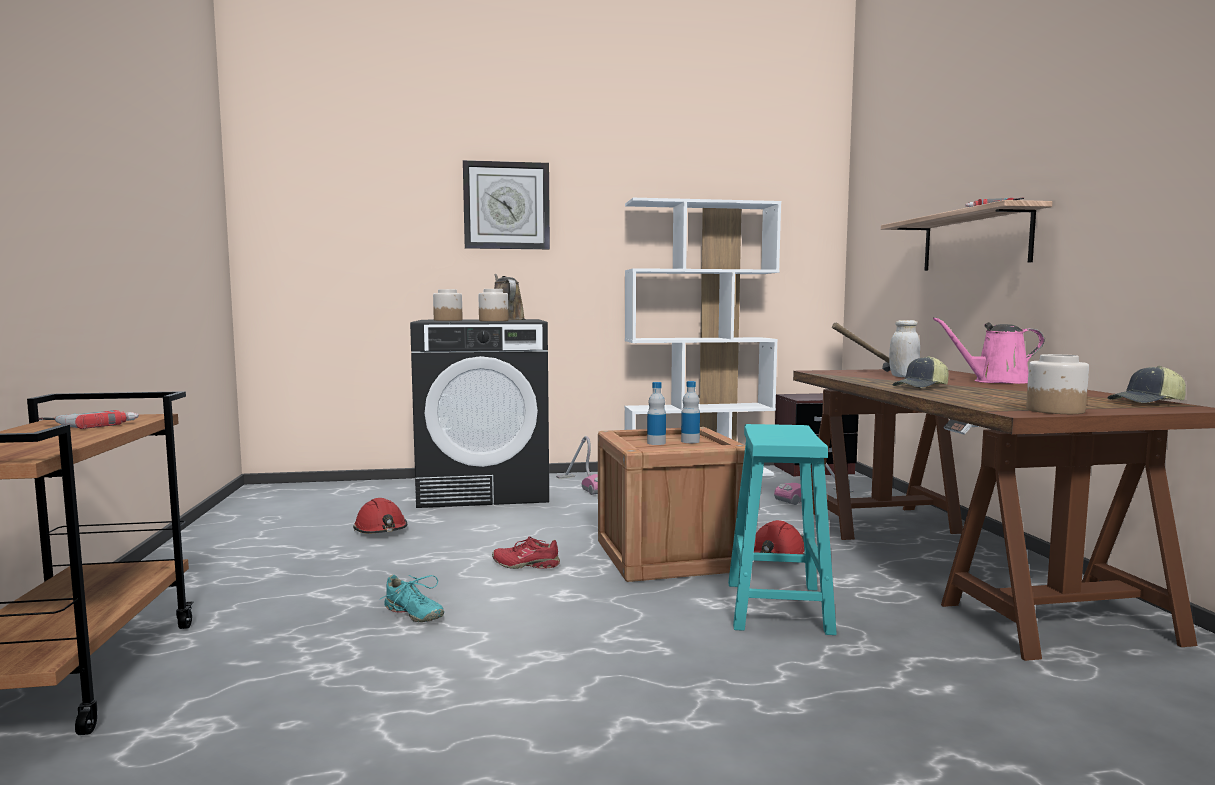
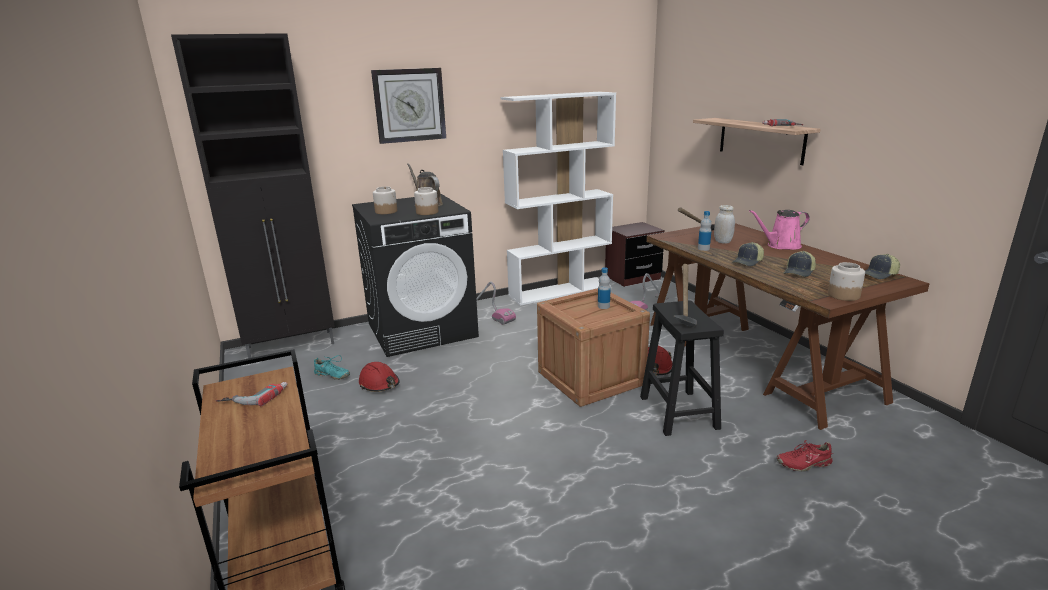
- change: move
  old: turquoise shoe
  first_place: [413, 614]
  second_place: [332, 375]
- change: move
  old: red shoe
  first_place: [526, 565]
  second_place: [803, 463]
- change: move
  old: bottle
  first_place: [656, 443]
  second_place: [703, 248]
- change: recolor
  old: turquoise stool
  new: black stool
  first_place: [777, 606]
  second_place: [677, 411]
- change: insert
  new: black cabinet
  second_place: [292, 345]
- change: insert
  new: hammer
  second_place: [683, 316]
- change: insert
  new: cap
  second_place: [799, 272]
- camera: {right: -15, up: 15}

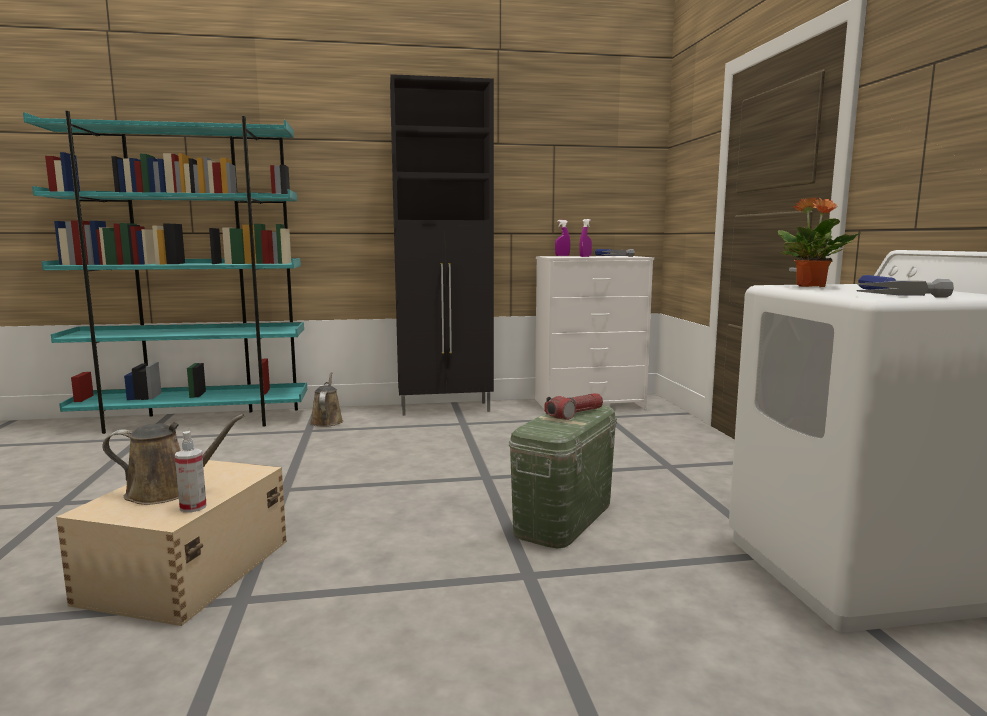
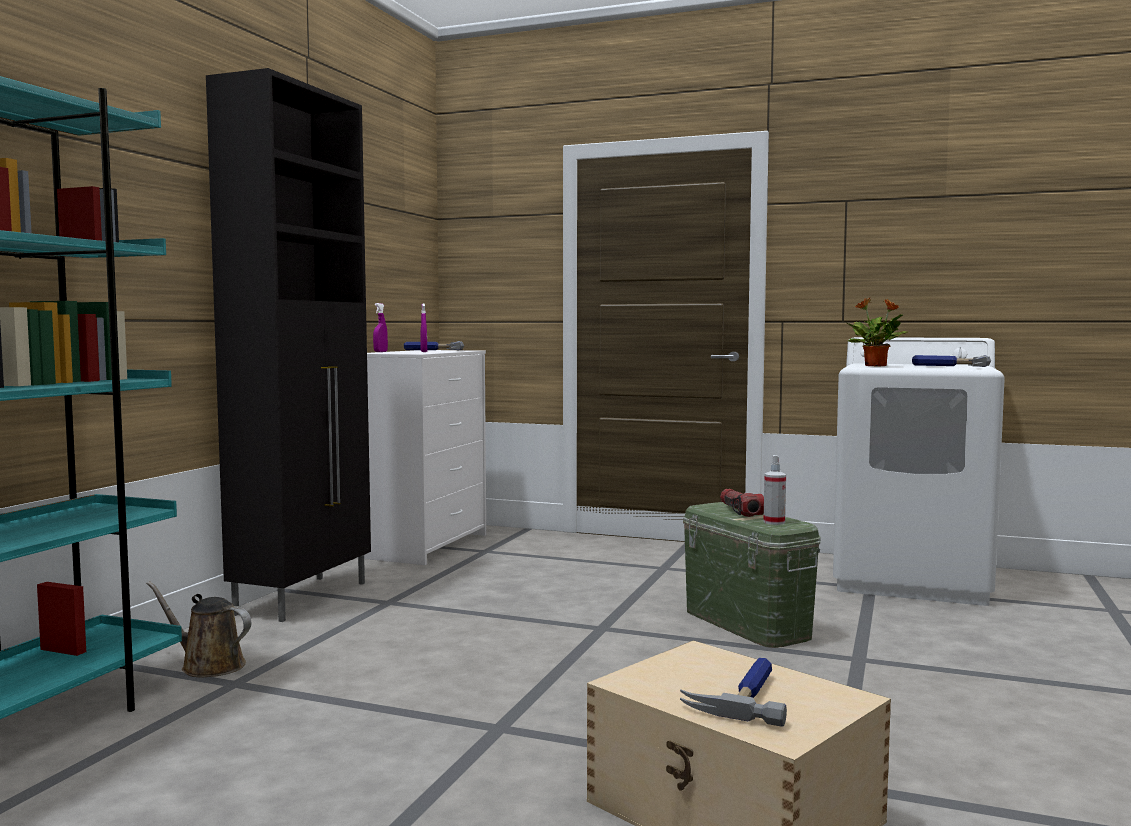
- change: replace
  old: brown watering can
  new: hammer
  first_place: [167, 492]
  second_place: [743, 696]
- change: move
  old: spray bottle
  first_place: [193, 507]
  second_place: [774, 522]
- camera: {right: -60, up: -5}

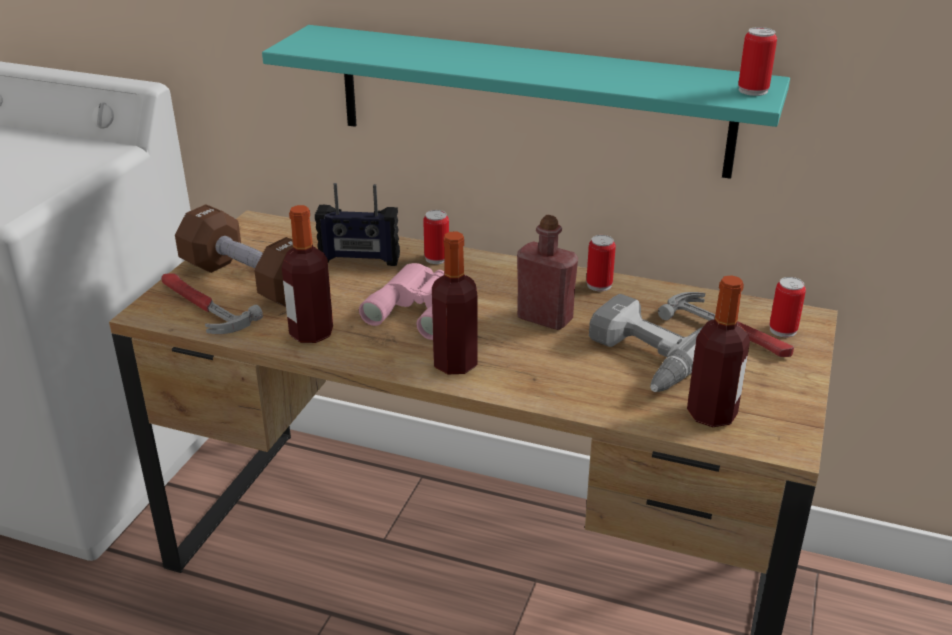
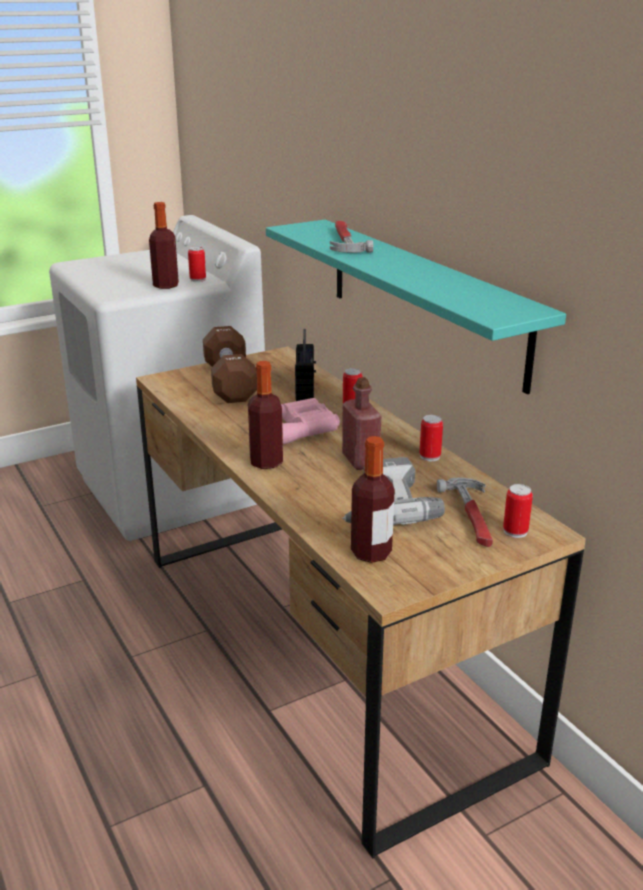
- change: move
  old: hammer
  first_place: [202, 307]
  second_place: [344, 241]
- change: move
  old: bottle
  first_place: [311, 333]
  second_place: [166, 285]
- change: rotate
  old: radio
  first_place: [359, 259]
  second_place: [306, 391]
  degrees: -135
- change: move
  old: can
  first_place: [753, 90]
  second_place: [198, 280]
- camera: {right: 40, up: -5}

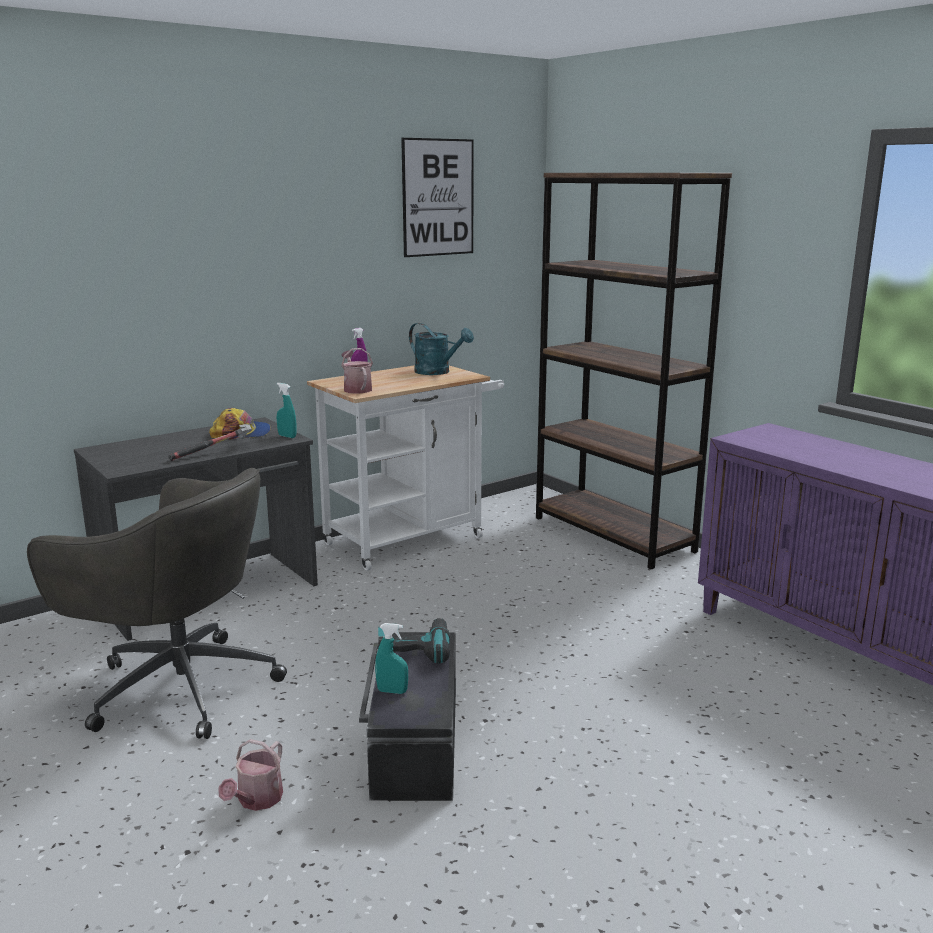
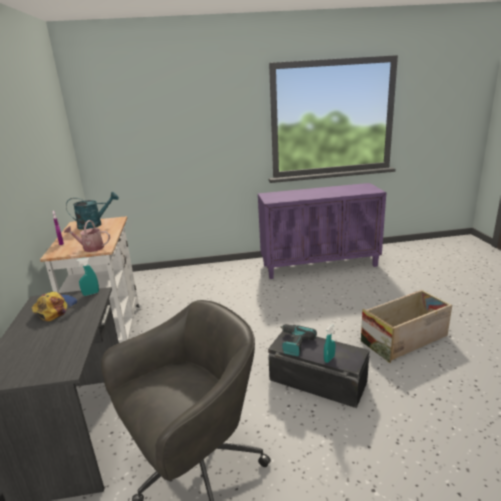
- change: delete
  old: hammer
  first_place: [215, 452]
- change: delete
  old: watering can
  first_place: [257, 800]
- change: delete
  old: picture
  first_place: [438, 197]
- change: delete
  old: brown bookcase
  first_place: [613, 534]
- change: insert
  new: crate
  second_place: [404, 338]
- camera: {right: -60, up: 5}

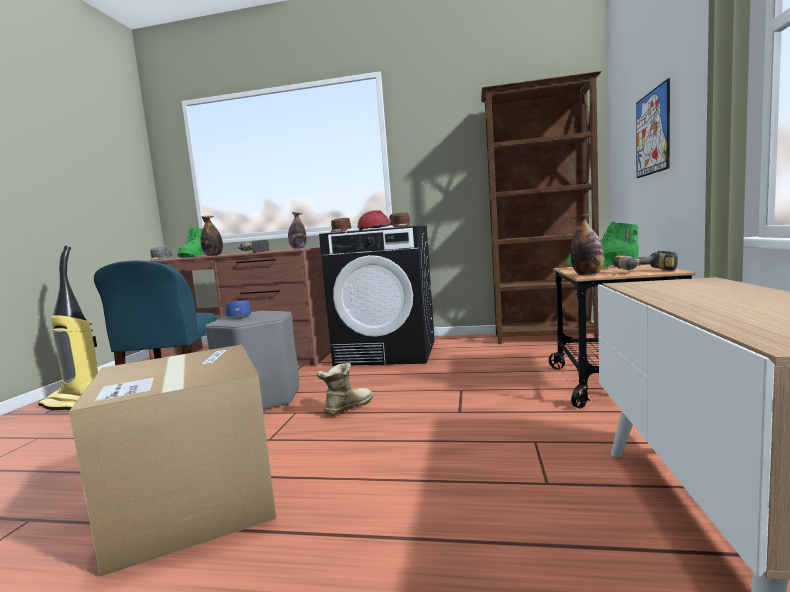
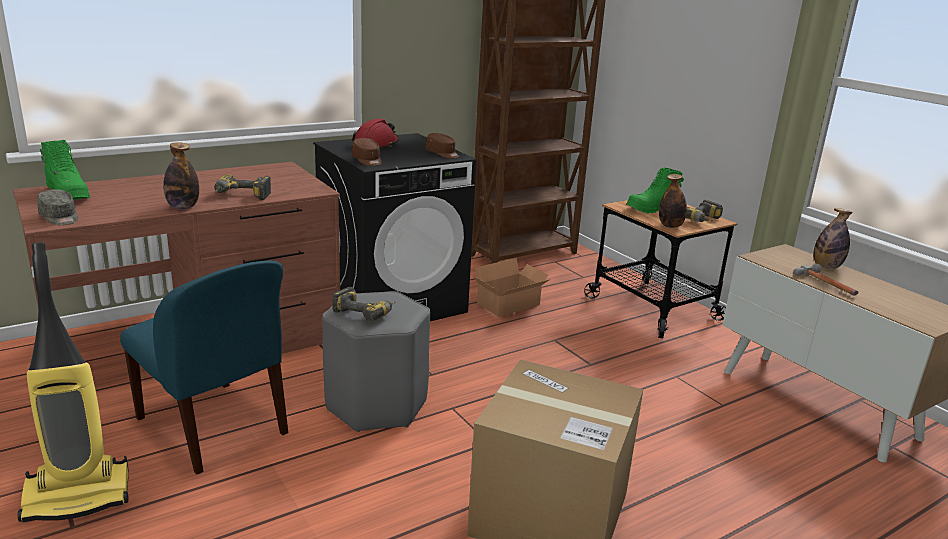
- change: replace
  old: blue cap
  new: power drill
  first_place: [239, 316]
  second_place: [366, 313]
- change: move
  old: bottle
  first_place: [298, 248]
  second_place: [826, 266]
- change: delete
  old: boot
  first_place: [346, 407]
- change: delete
  old: picture
  first_place: [652, 133]
- change: insert
  new: cardboard box
  second_place: [511, 305]
- change: insert
  new: hammer
  second_place: [827, 284]
- camera: {right: -45, up: 15}

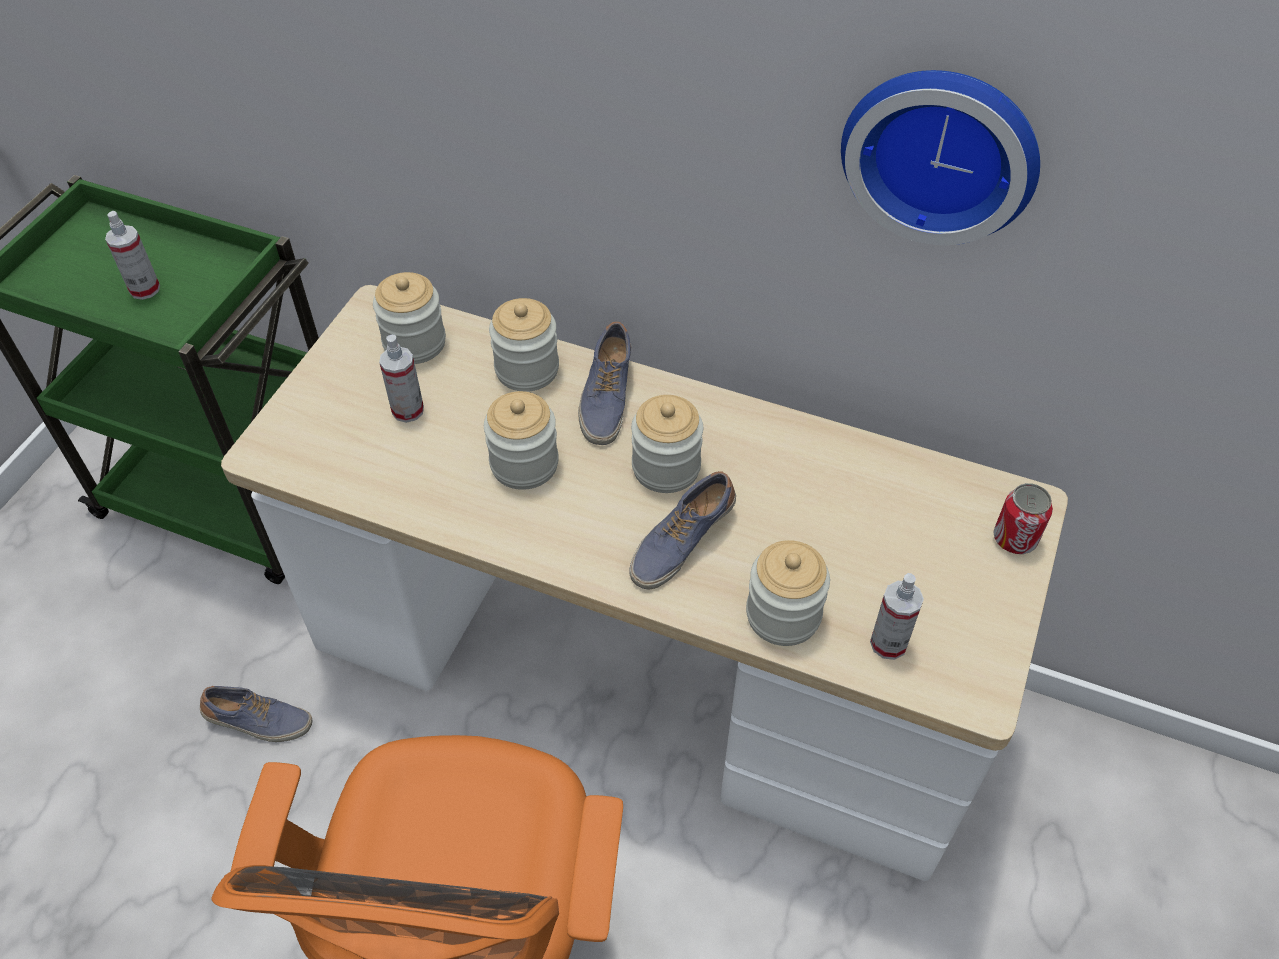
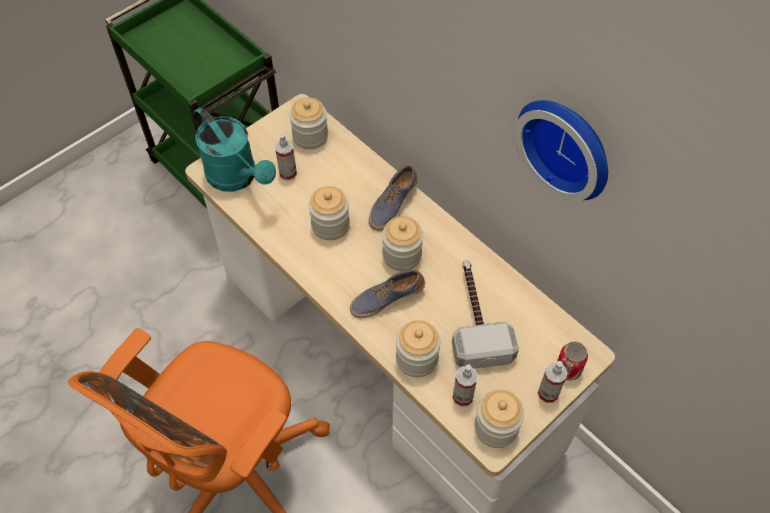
- change: move
  old: spray bottle
  first_place: [145, 289]
  second_place: [548, 393]
- change: delete
  old: shoe
  first_place: [259, 722]
- change: move
  old: jar
  first_place: [527, 369]
  second_place: [496, 427]
- change: insert
  new: turquoise watering can
  second_place: [237, 177]
- change: insert
  new: hammer
  second_place: [475, 317]
- camera: {right: 25, up: 5}

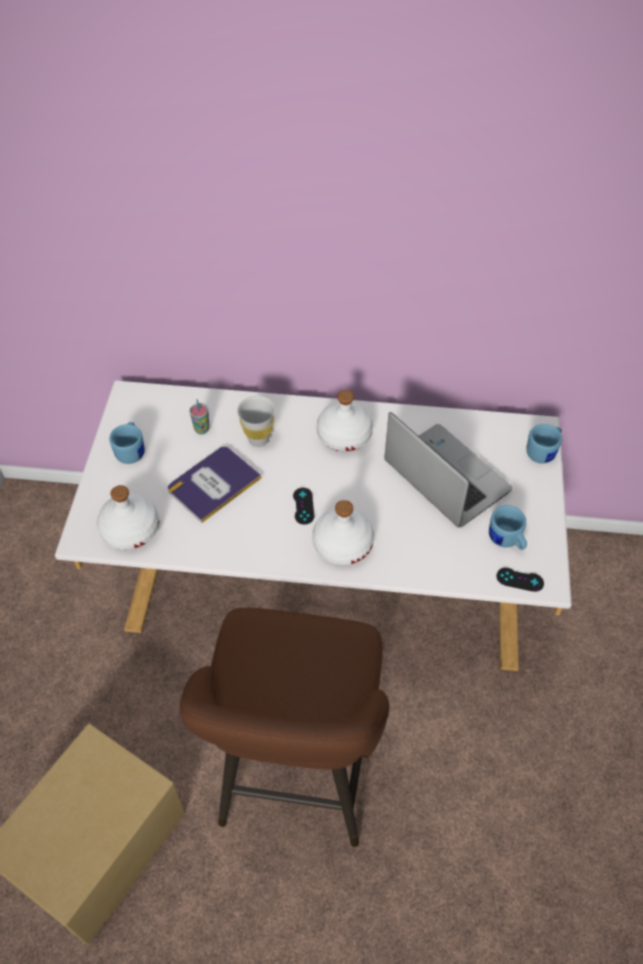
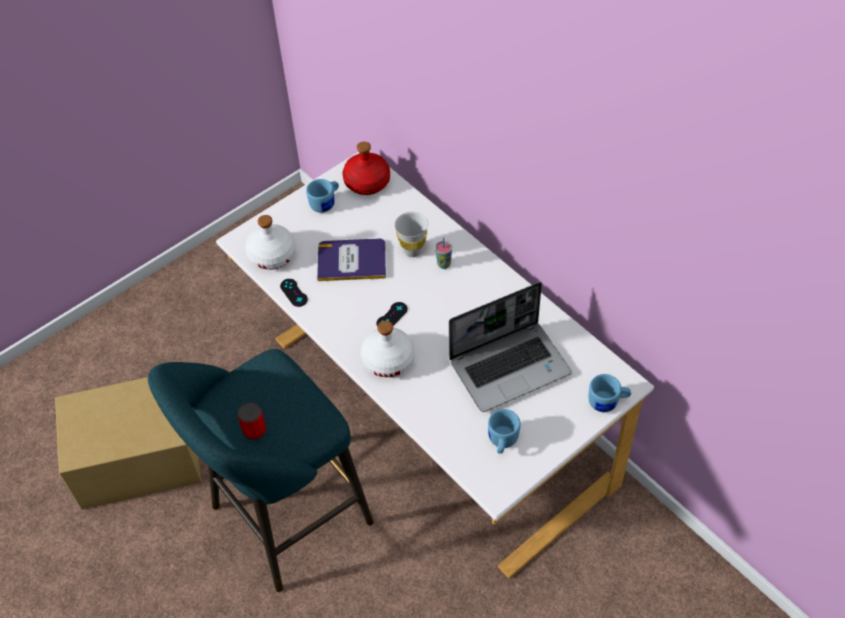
- change: recolor
  old: brown stool
  new: turquoise stool
  first_place: [296, 780]
  second_place: [284, 520]
- change: move
  old: cup
  first_place: [202, 429]
  second_place: [444, 264]
- change: delete
  old: white bottle
  first_place: [345, 436]
- change: rotate
  old: laptop
  first_place: [444, 477]
  second_place: [510, 366]
  degrees: 60
- change: move
  old: black game controller
  first_place: [520, 580]
  second_place: [294, 293]
- change: insert
  new: can
  second_place: [254, 430]
- change: insert
  new: red bottle
  second_place: [366, 182]
- camera: {right: 45, up: 0}

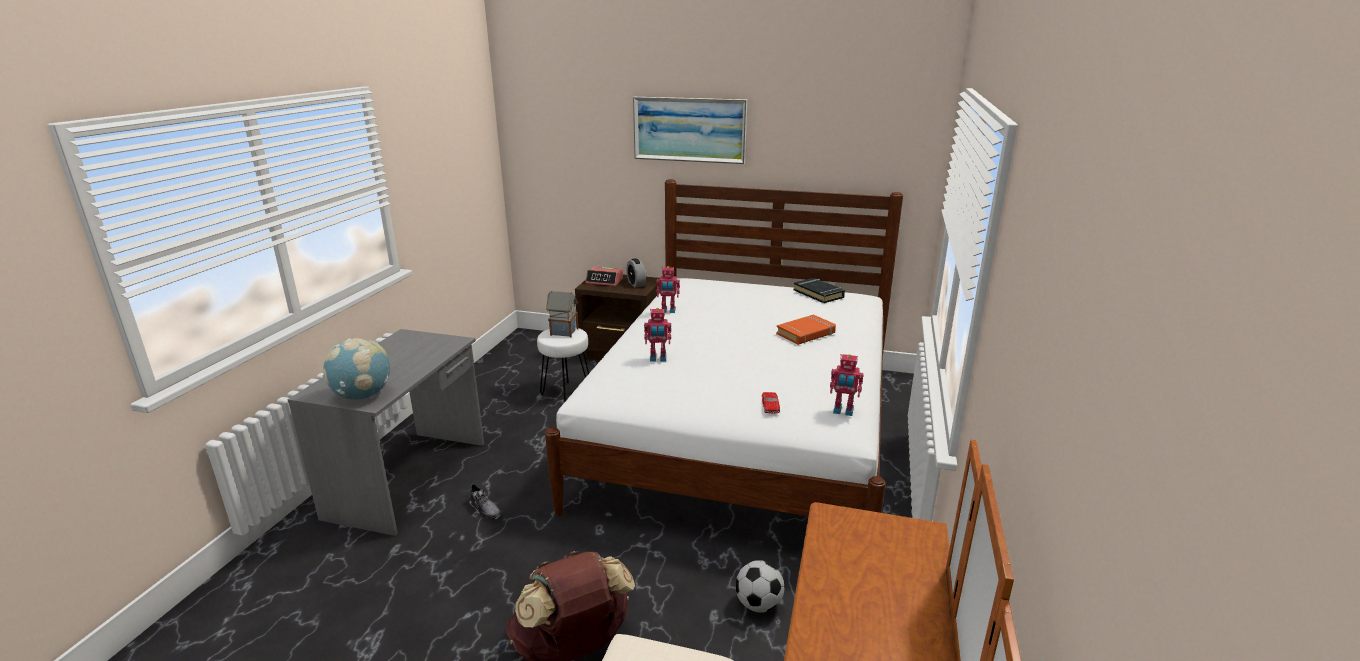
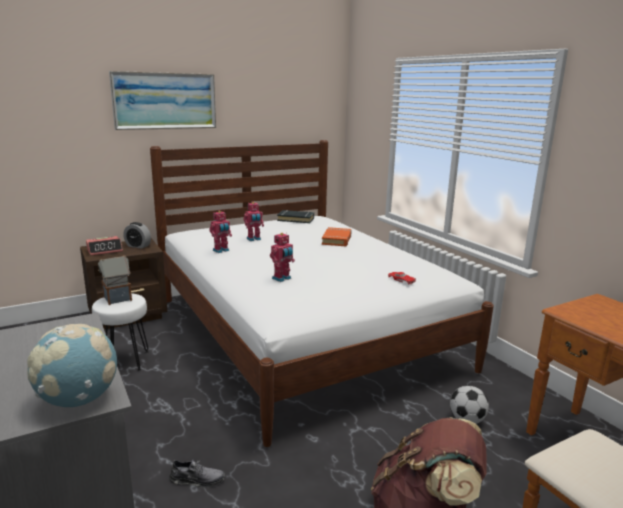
- change: move
  old: toy robot
  first_place: [843, 411]
  second_place: [254, 239]
- camera: {right: -45, up: -5}

